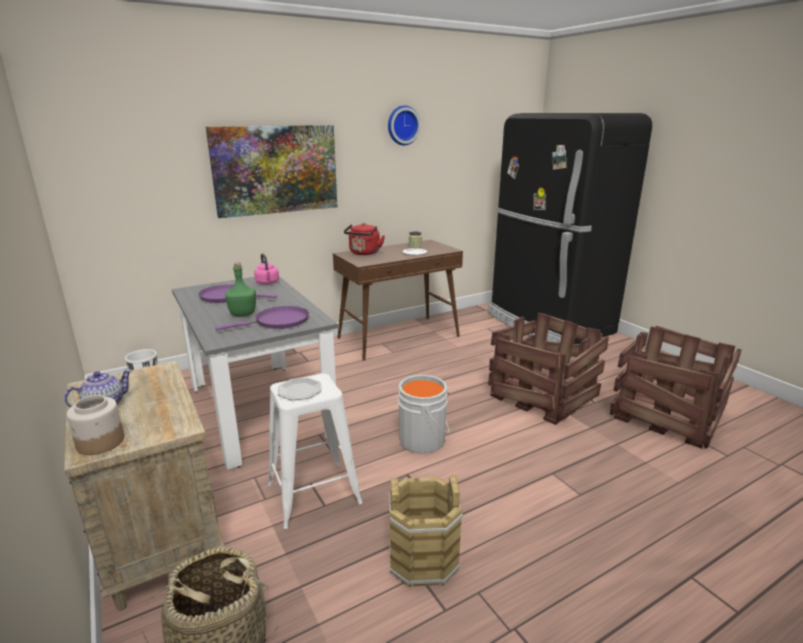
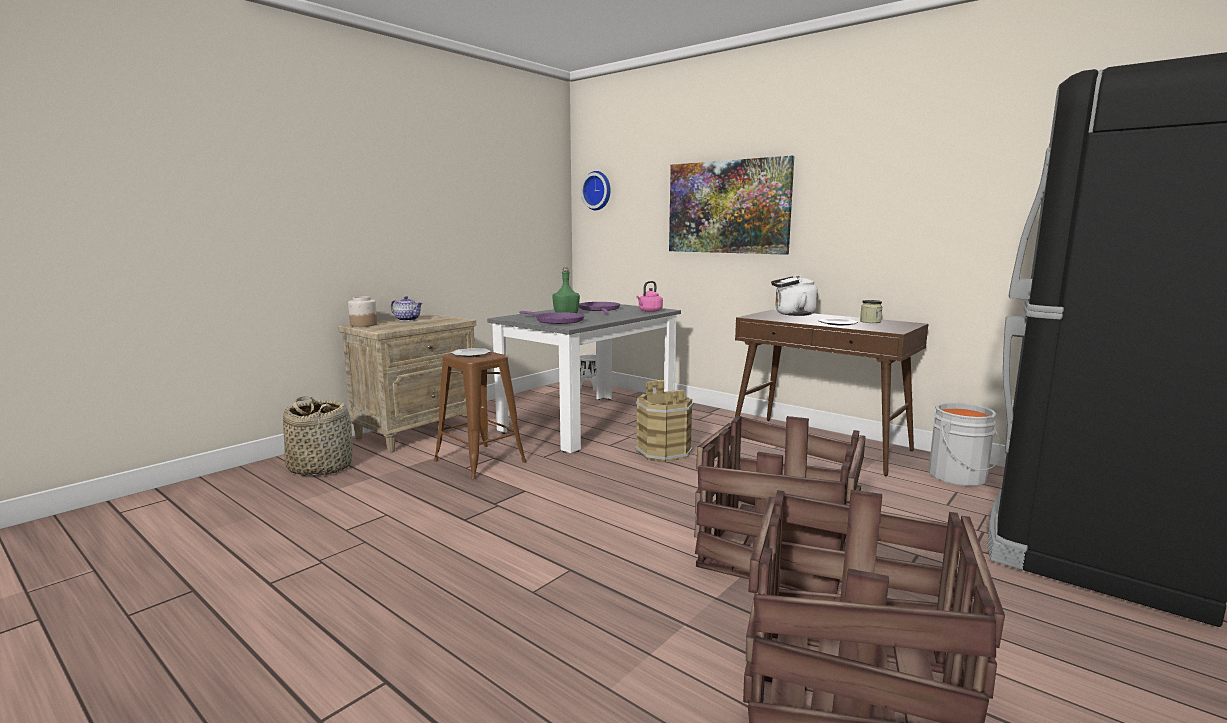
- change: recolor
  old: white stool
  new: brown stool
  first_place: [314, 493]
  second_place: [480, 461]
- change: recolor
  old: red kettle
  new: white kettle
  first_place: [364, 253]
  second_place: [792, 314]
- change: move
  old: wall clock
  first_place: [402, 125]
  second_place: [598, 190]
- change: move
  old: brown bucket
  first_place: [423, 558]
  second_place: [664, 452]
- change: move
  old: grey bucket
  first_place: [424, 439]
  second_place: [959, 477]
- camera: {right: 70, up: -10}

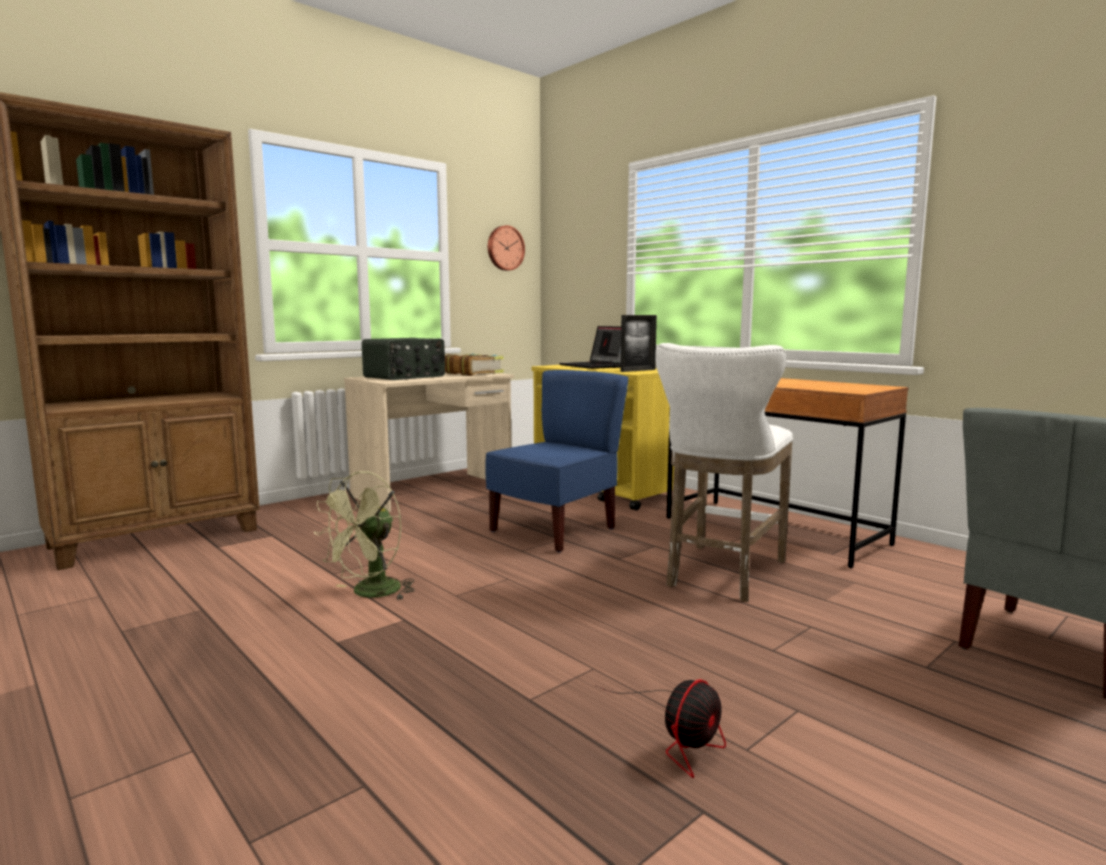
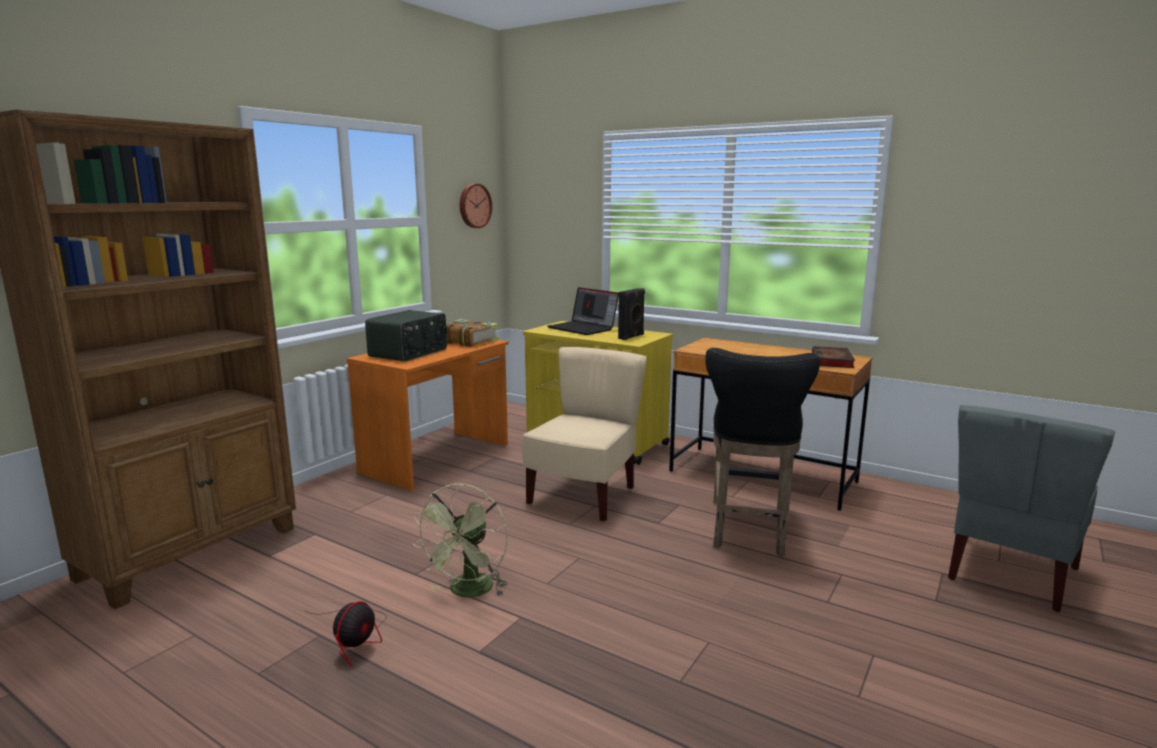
- change: recolor
  old: beige desk
  new: orange desk
  first_place: [435, 491]
  second_place: [438, 458]
- change: recolor
  old: blue chair
  new: beige chair
  first_place: [555, 530]
  second_place: [584, 496]
- change: move
  old: fan
  first_place: [682, 735]
  second_place: [355, 638]
- change: replace
  old: picture frame
  new: black speaker
  first_place: [638, 370]
  second_place: [632, 337]
- change: recolor
  old: white stool
  new: black stool
  first_place: [721, 574]
  second_place: [749, 530]
- change: insert
  new: book
  second_place: [833, 361]
- camera: {right: -15, up: 5}

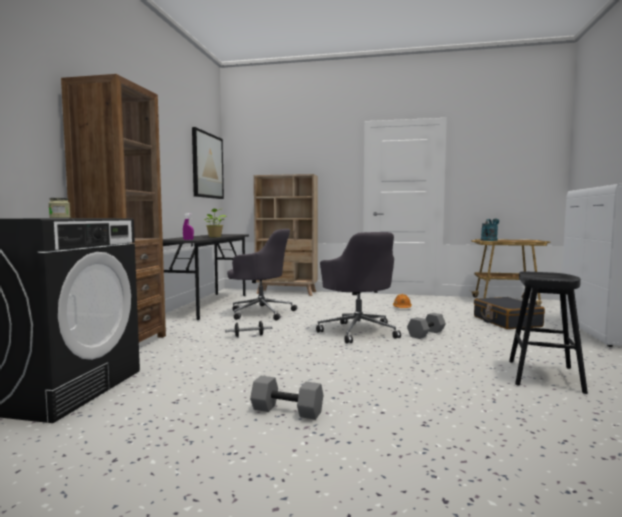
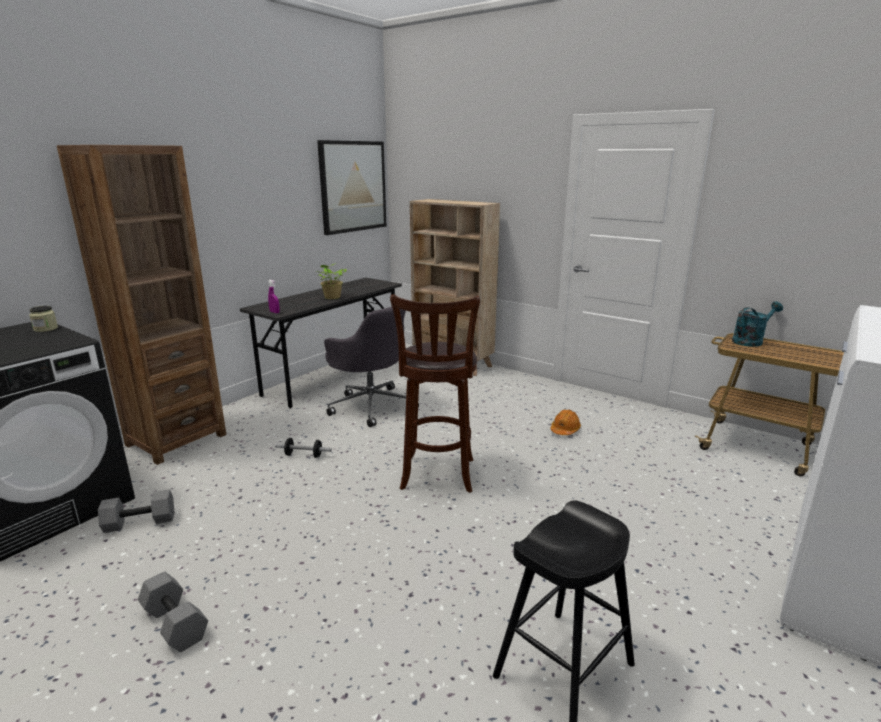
- change: replace
  old: grey office chair
  new: brown stool
  first_place: [358, 331]
  second_place: [437, 476]
- change: move
  old: grey dumbbell
  first_place: [426, 333]
  second_place: [141, 521]
- change: delete
  old: black suitcase
  first_place: [506, 321]
- camera: {right: 25, up: 15}

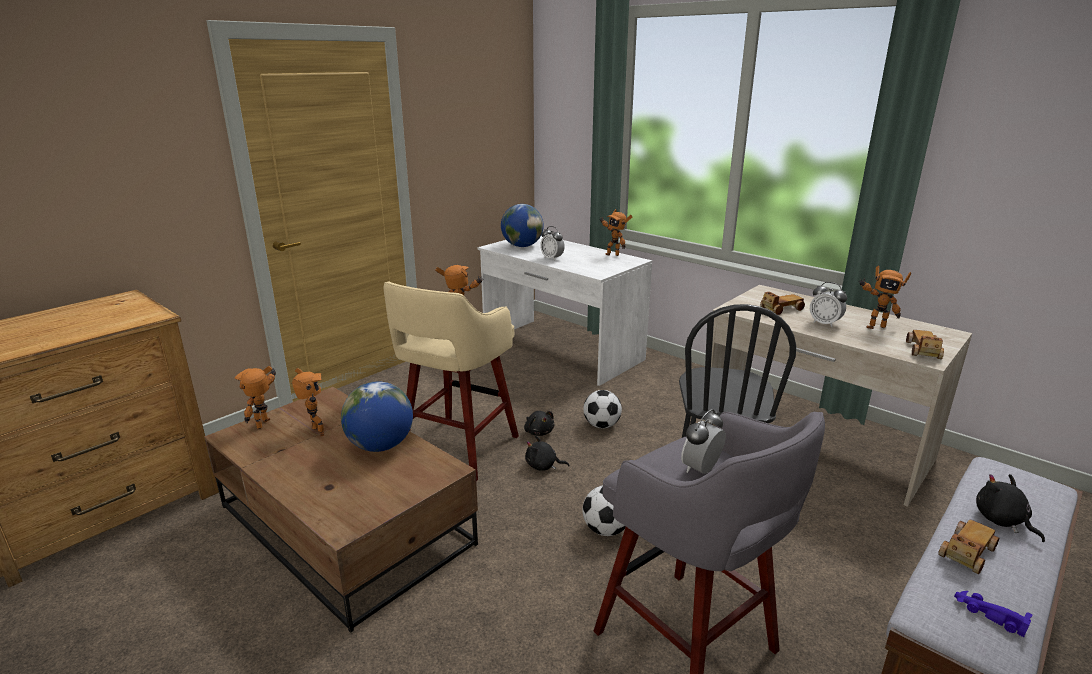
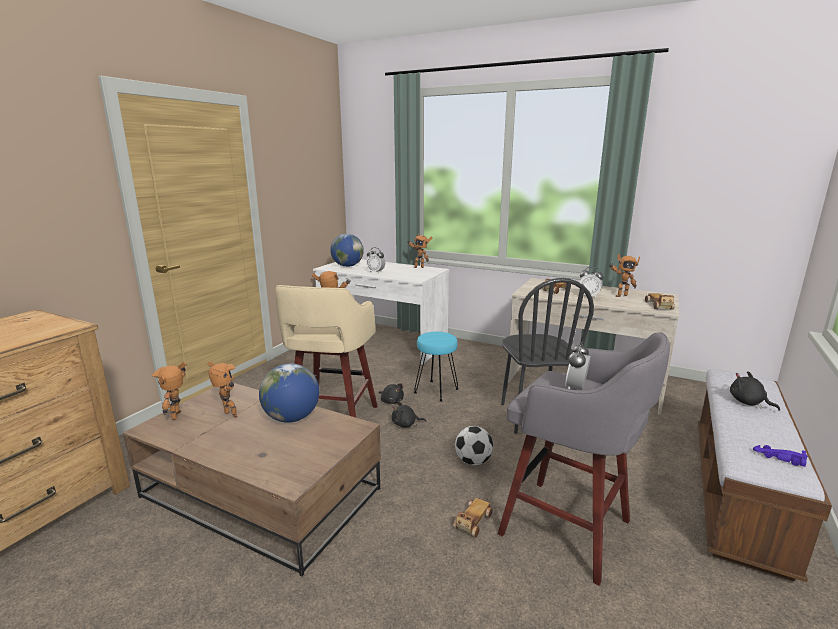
- change: replace
  old: football
  new: turquoise stool
  first_place: [601, 425]
  second_place: [436, 390]
- change: move
  old: toy car
  first_place: [966, 553]
  second_place: [472, 522]
- camera: {right: -15, up: -5}

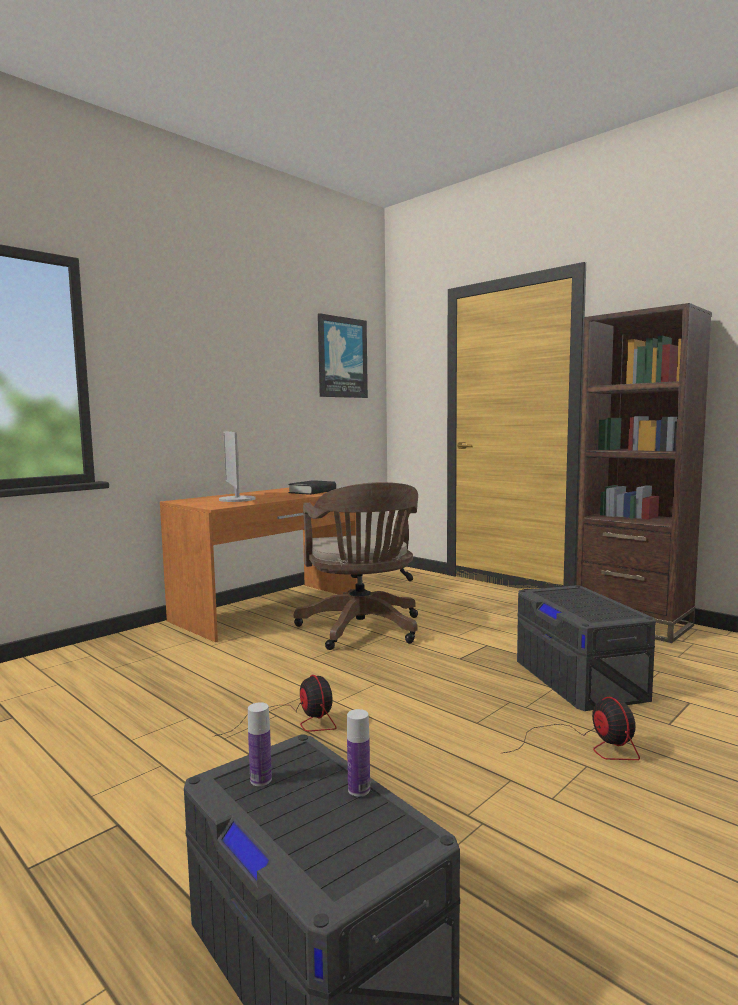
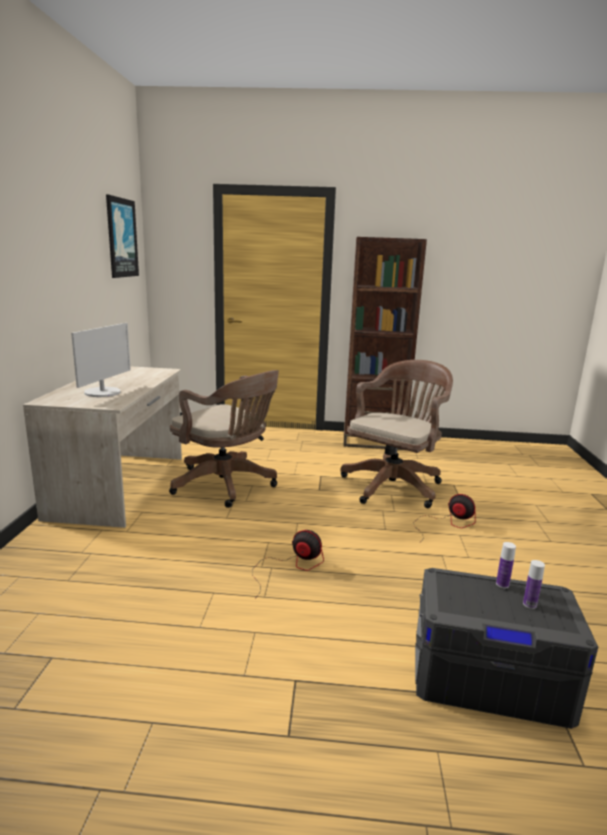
- change: recolor
  old: orange desk
  new: beige desk
  first_place: [268, 609]
  second_place: [121, 485]
- change: rotate
  old: monitor
  first_place: [236, 499]
  second_place: [103, 392]
  degrees: -105
- change: move
  old: bottle
  first_place: [261, 780]
  second_place: [529, 604]
- change: delete
  old: black book
  first_place: [312, 492]
- change: replace
  old: grey storage box
  new: brown office chair
  first_place: [579, 678]
  second_place: [394, 485]
- camera: {right: -40, up: 10}

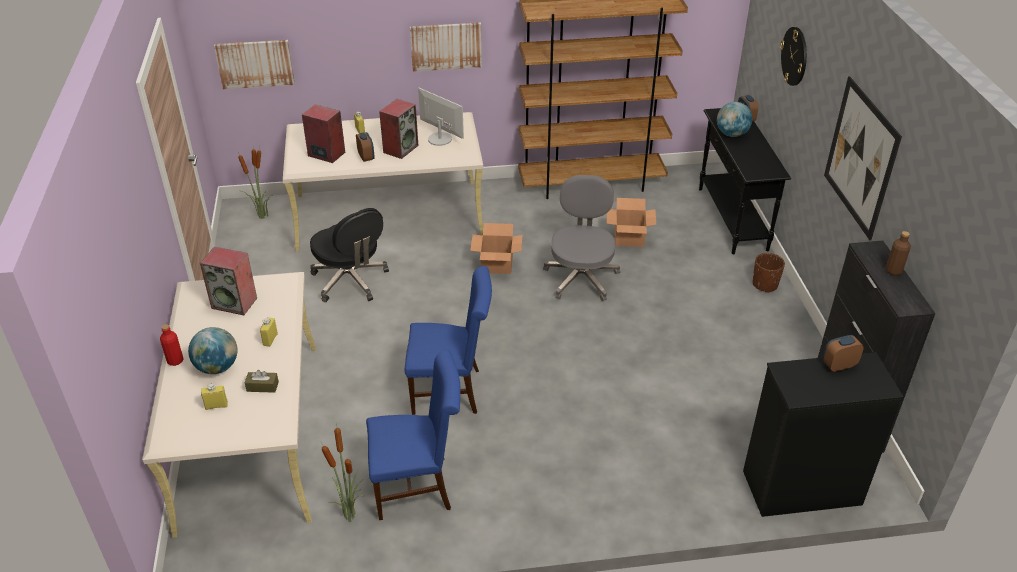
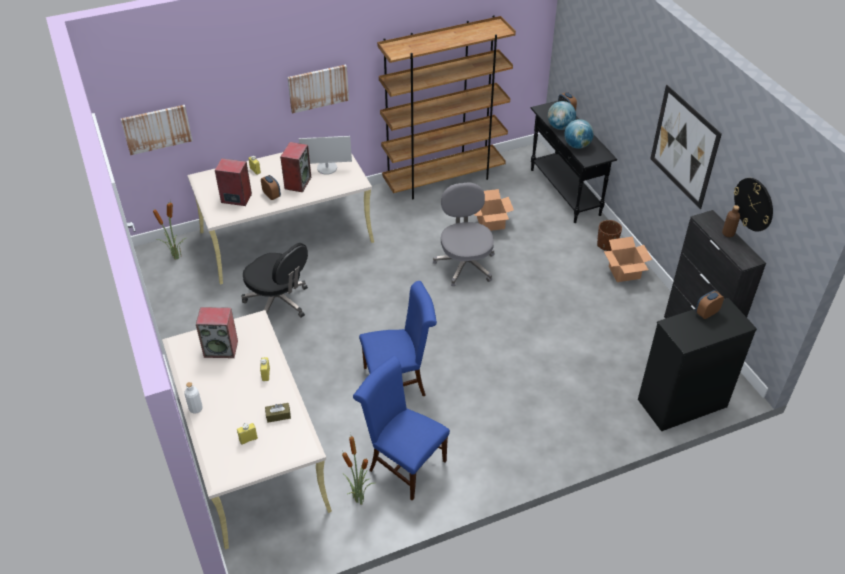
- change: recolor
  old: red bottle
  new: white bottle
  first_place: [175, 361]
  second_place: [195, 408]
- change: move
  old: globe
  first_place: [217, 367]
  second_place: [577, 145]
- change: rotate
  old: blue chair
  first_place: [418, 485]
  second_place: [403, 463]
  degrees: -120
- change: rotate
  old: monitor
  first_place: [440, 139]
  second_place: [327, 168]
  degrees: 150
- change: move
  old: cardboard box
  first_place: [497, 264]
  second_place: [624, 272]
- change: move
  old: wall clock
  first_place: [794, 56]
  second_place: [754, 204]
- camera: {right: -15, up: 5}

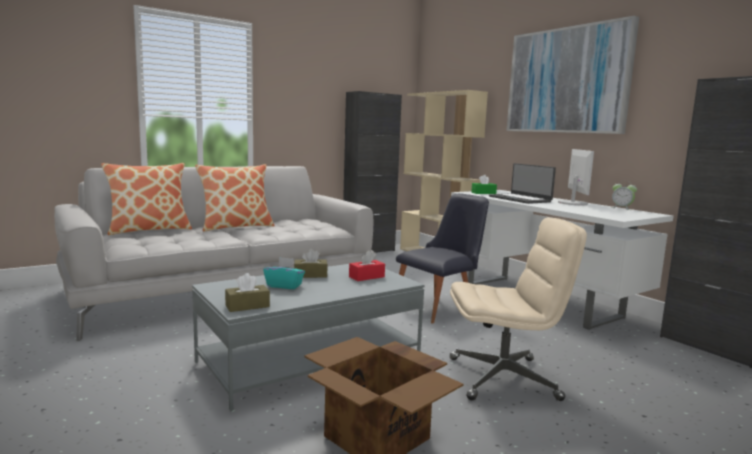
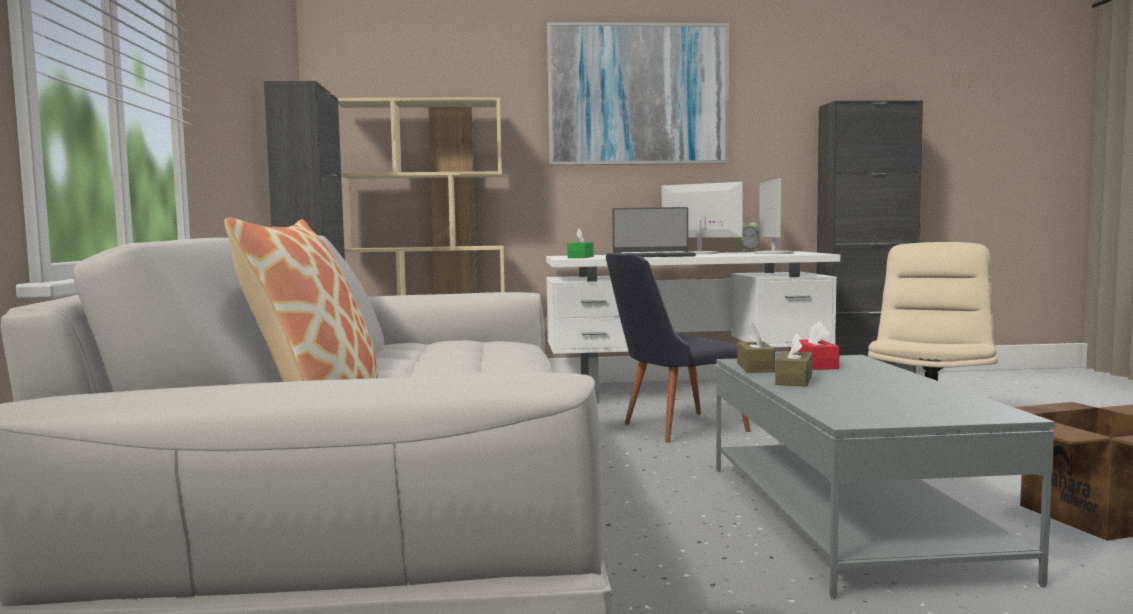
- change: delete
  old: pillow
  first_place: [236, 227]
- change: move
  old: brown tissue box
  first_place: [247, 306]
  second_place: [755, 367]
- change: delete
  old: turquoise tissue box
  first_place: [284, 285]
- change: rotate
  old: black chair
  first_place: [440, 307]
  second_place: [673, 428]
  degrees: -105
- change: insert
  new: monitor
  second_place: [773, 253]
- camera: {right: -60, up: -5}

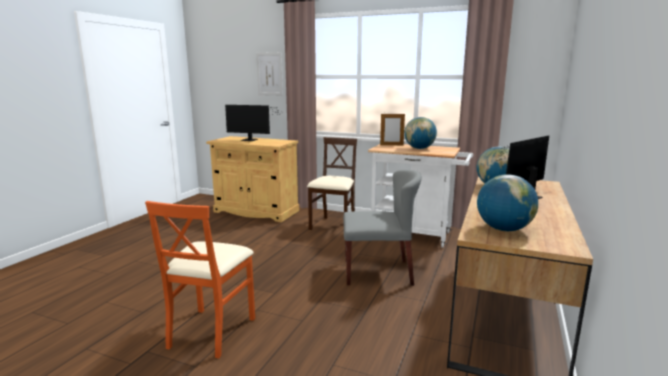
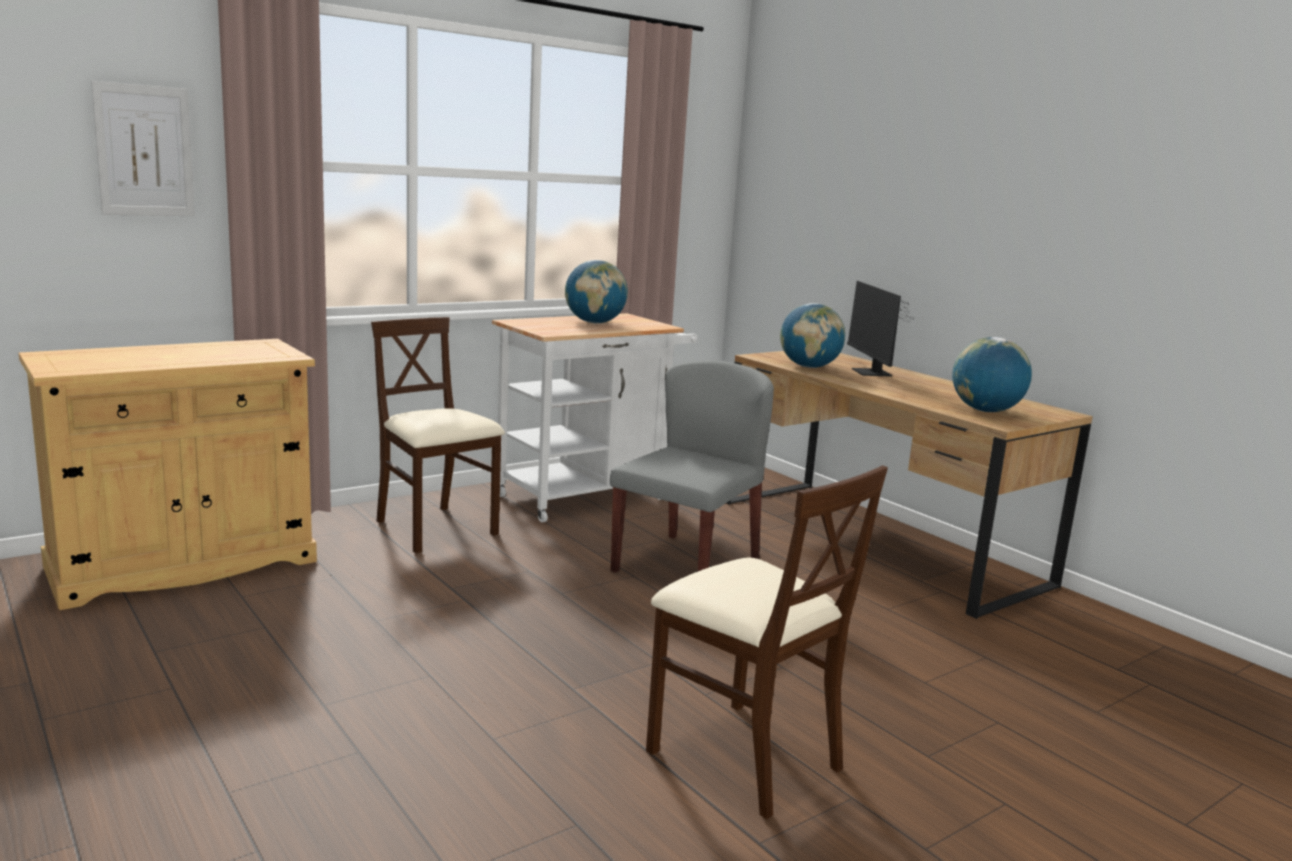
- change: recolor
  old: orange chair
  new: beige chair
  first_place: [211, 331]
  second_place: [744, 756]
- change: delete
  old: monitor
  first_place: [251, 140]
- change: delete
  old: picture frame
  first_place: [391, 145]
- camera: {right: -60, up: 0}

